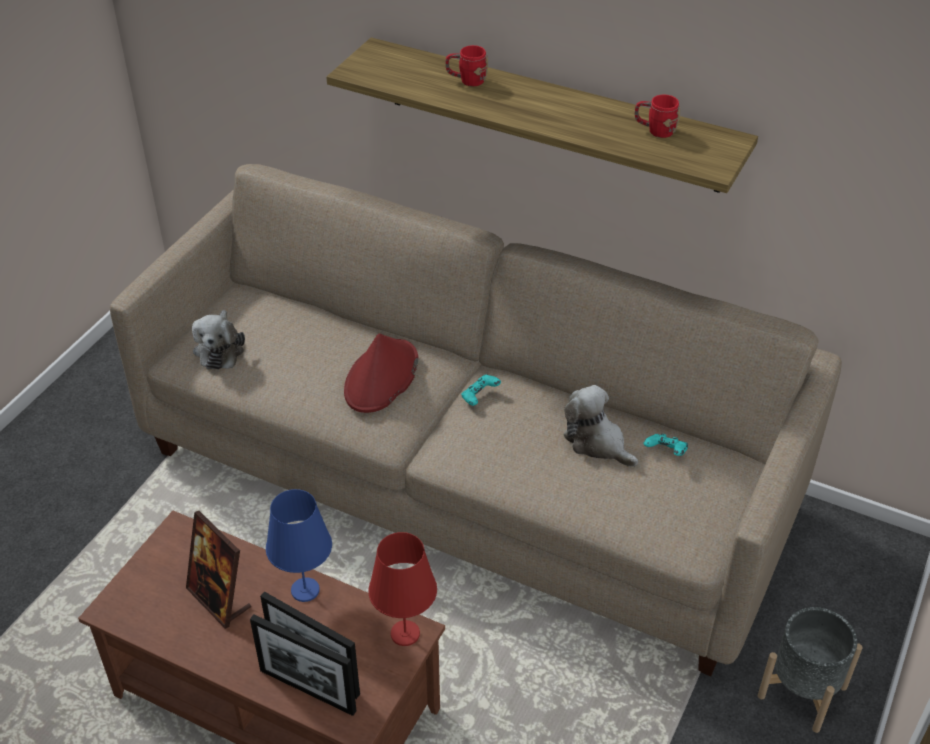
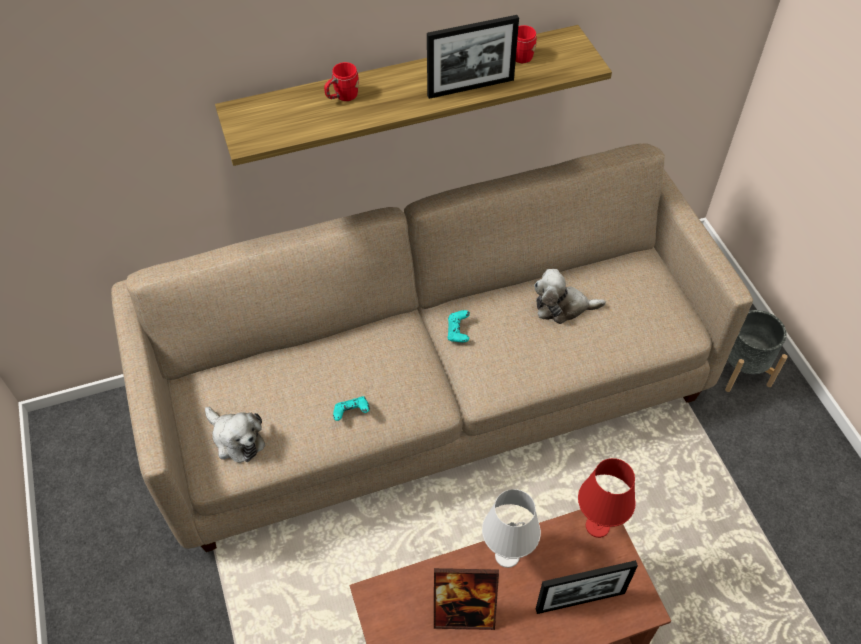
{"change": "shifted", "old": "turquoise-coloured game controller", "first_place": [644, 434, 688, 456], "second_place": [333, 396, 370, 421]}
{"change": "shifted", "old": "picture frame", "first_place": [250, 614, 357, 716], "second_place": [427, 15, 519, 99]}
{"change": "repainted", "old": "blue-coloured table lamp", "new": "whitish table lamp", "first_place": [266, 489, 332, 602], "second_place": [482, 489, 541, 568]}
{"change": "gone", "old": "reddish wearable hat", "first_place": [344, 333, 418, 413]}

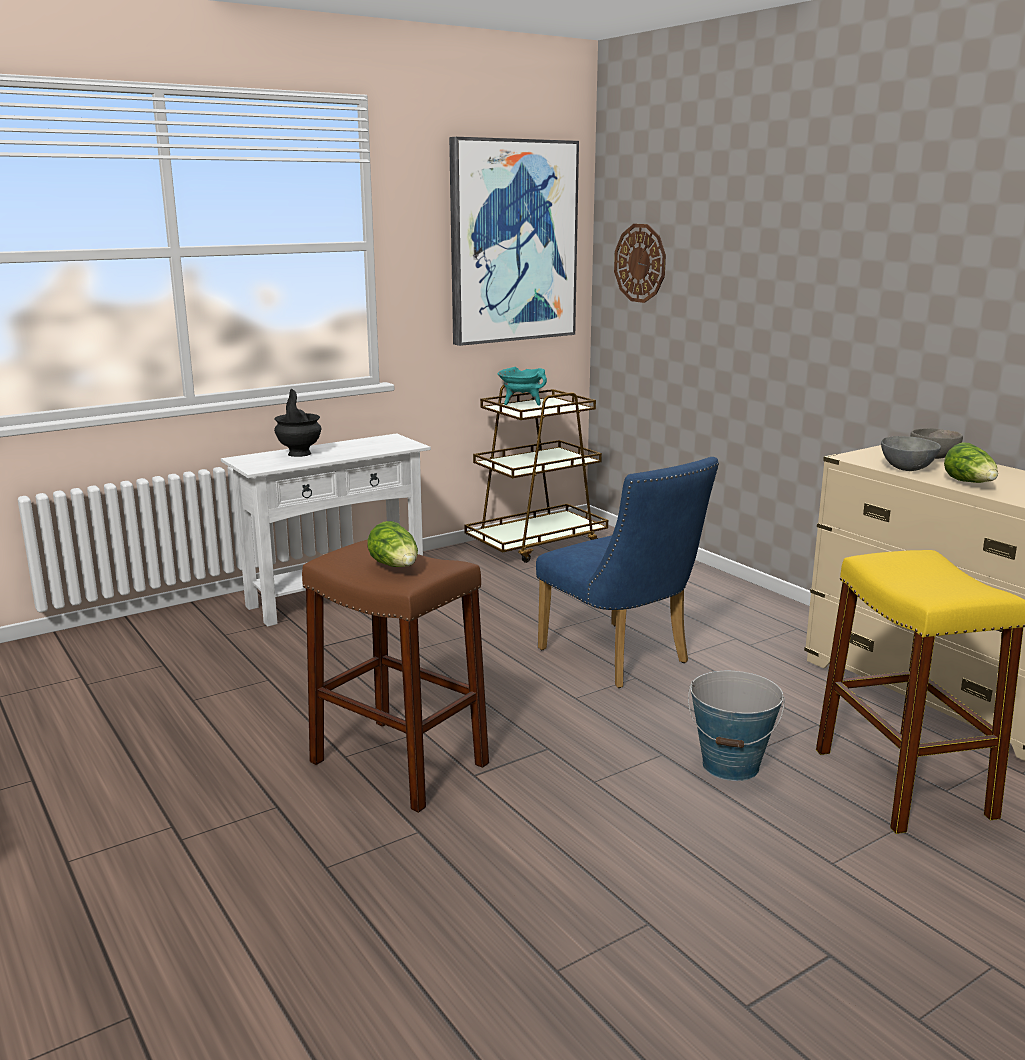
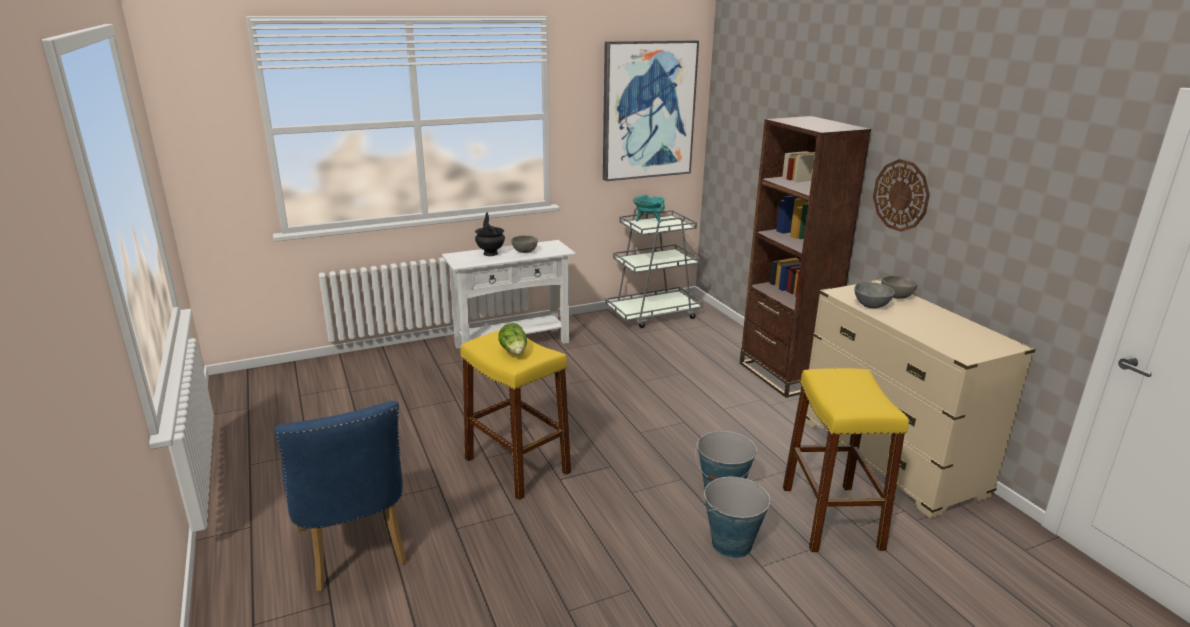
{"change": "shifted", "old": "blue-coloured chair", "first_place": [536, 457, 719, 688], "second_place": [274, 401, 407, 591]}
{"change": "repainted", "old": "brown-coloured stool", "new": "yellow-coloured stool", "first_place": [302, 539, 489, 813], "second_place": [461, 330, 571, 500]}
{"change": "new", "new": "greyish serving bowl", "second_place": [511, 236, 538, 253]}
{"change": "repainted", "old": "brown-coloured cart", "new": "greyish cart", "first_place": [464, 385, 608, 563], "second_place": [605, 207, 703, 328]}
{"change": "new", "new": "pail", "second_place": [702, 477, 770, 558]}
{"change": "new", "new": "brown-coloured shelving unit", "second_place": [740, 116, 871, 398]}
{"change": "shifted", "old": "clock on the wall", "first_place": [614, 224, 666, 303], "second_place": [873, 159, 930, 232]}
{"change": "gone", "old": "lettuce", "first_place": [944, 443, 998, 483]}

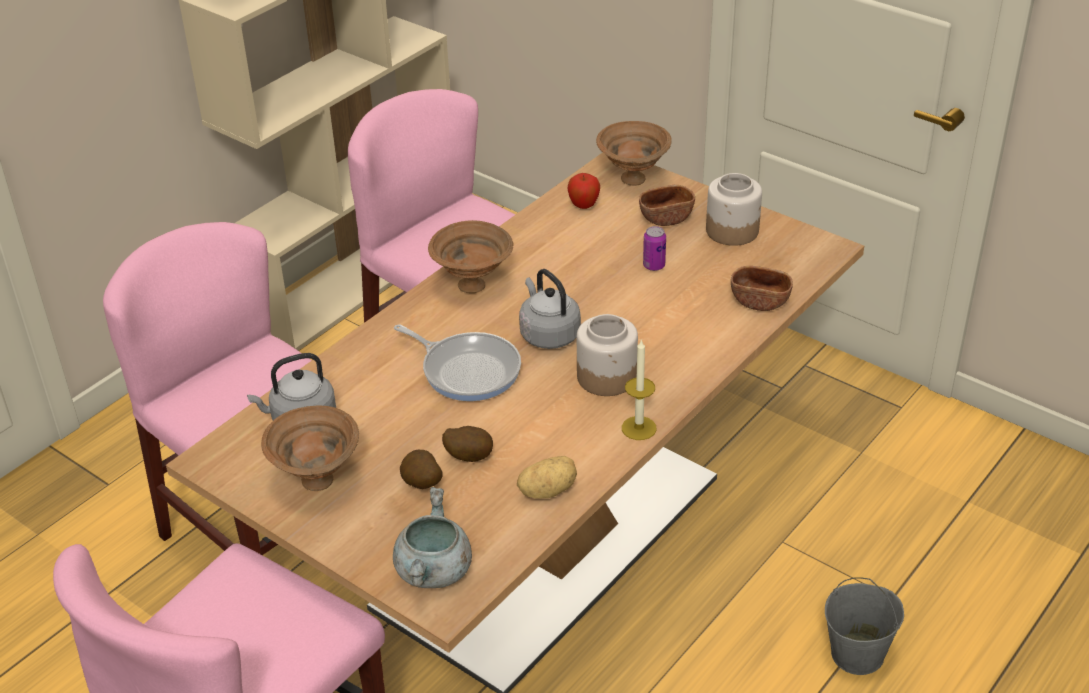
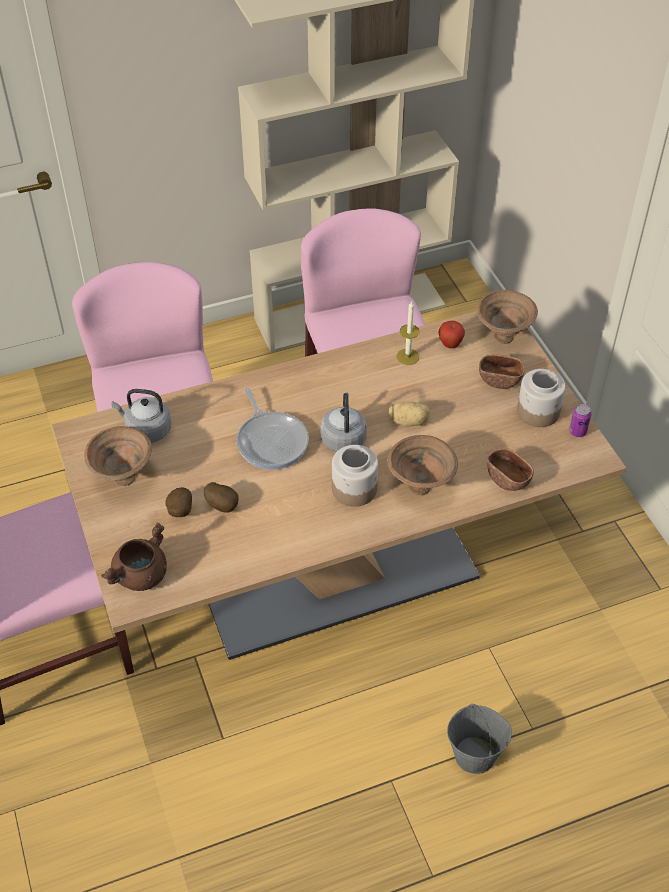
{"change": "repainted", "old": "greyish cooking pot", "new": "brown-coloured cooking pot", "first_place": [393, 487, 472, 588], "second_place": [101, 522, 167, 591]}
{"change": "shifted", "old": "brown-coloured serving bowl", "first_place": [428, 220, 514, 293], "second_place": [387, 435, 458, 495]}
{"change": "shifted", "old": "potato", "first_place": [517, 456, 577, 498], "second_place": [389, 402, 430, 427]}
{"change": "shifted", "old": "wax candle", "first_place": [622, 339, 657, 440], "second_place": [396, 301, 420, 365]}
{"change": "shifted", "old": "can", "first_place": [643, 226, 666, 271], "second_place": [569, 404, 591, 437]}

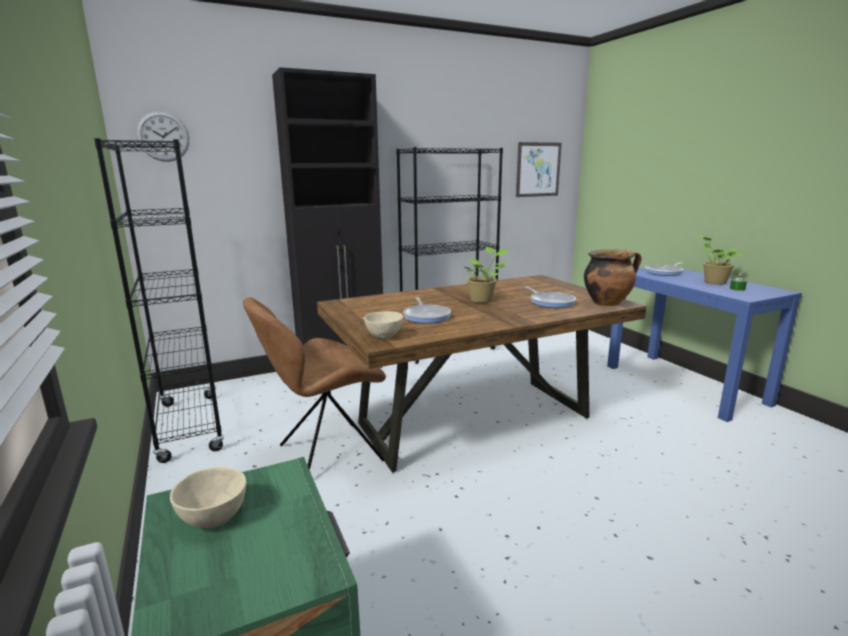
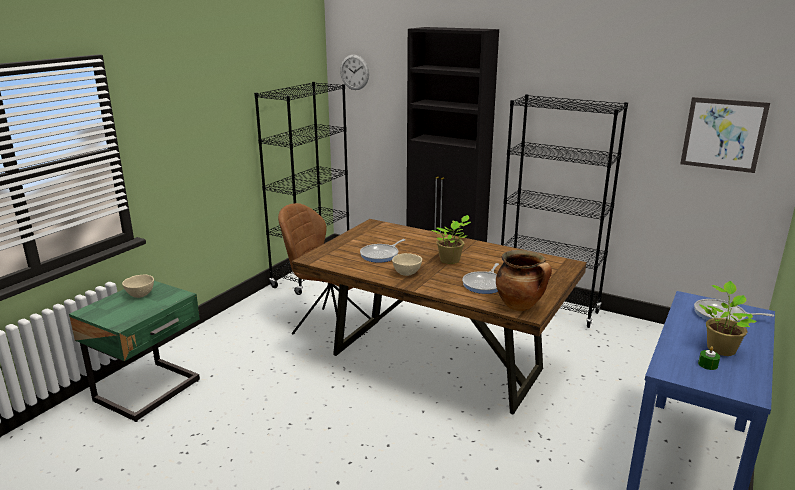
{"change": "shifted", "old": "sand-coloured serving bowl", "first_place": [364, 311, 403, 339], "second_place": [392, 253, 422, 276]}

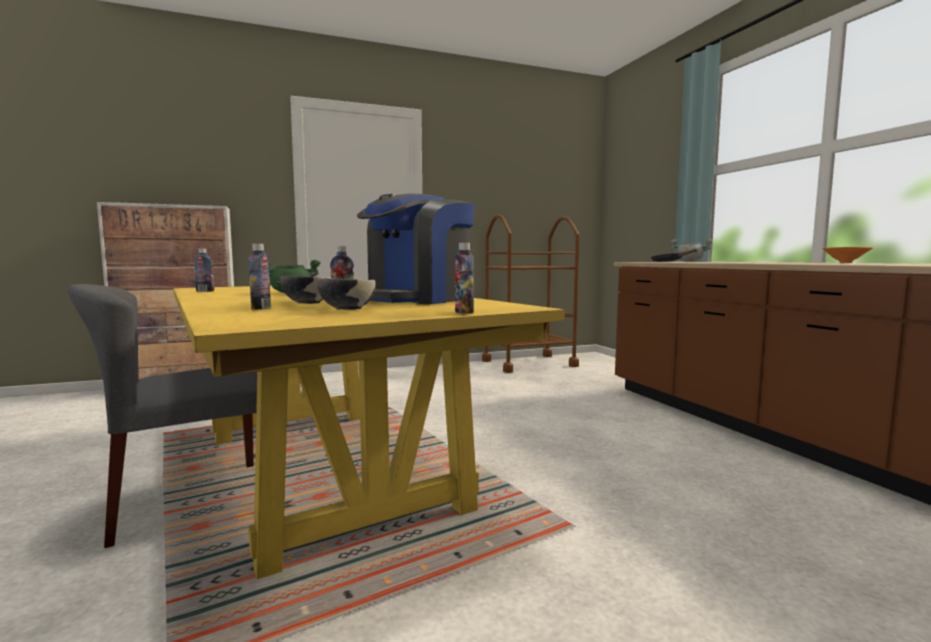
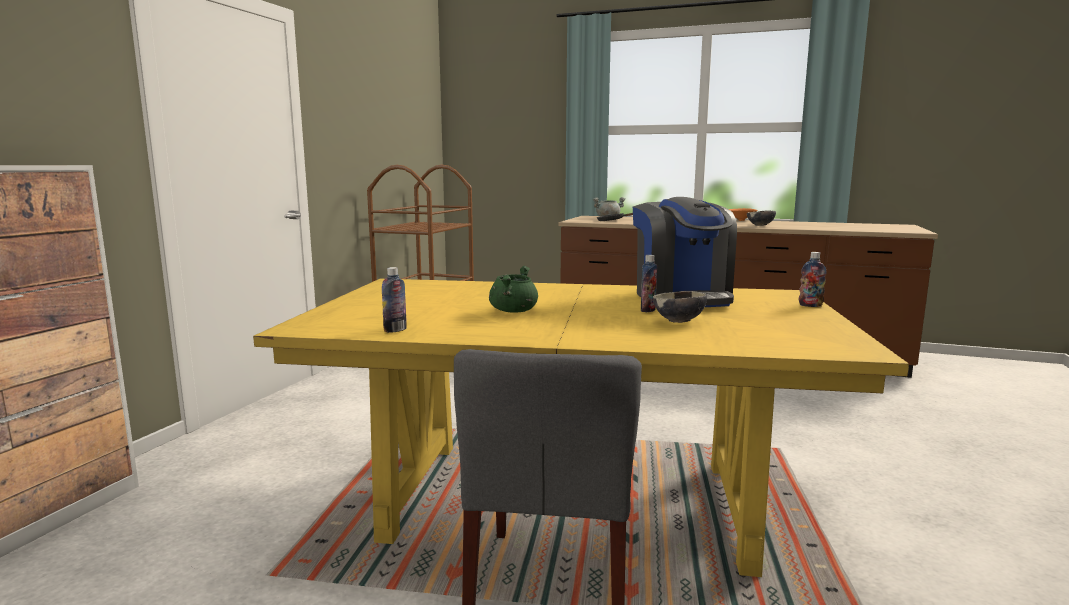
{"change": "shifted", "old": "serving bowl", "first_place": [317, 278, 376, 310], "second_place": [747, 211, 776, 226]}
{"change": "gone", "old": "drink bottle", "first_place": [249, 244, 271, 310]}

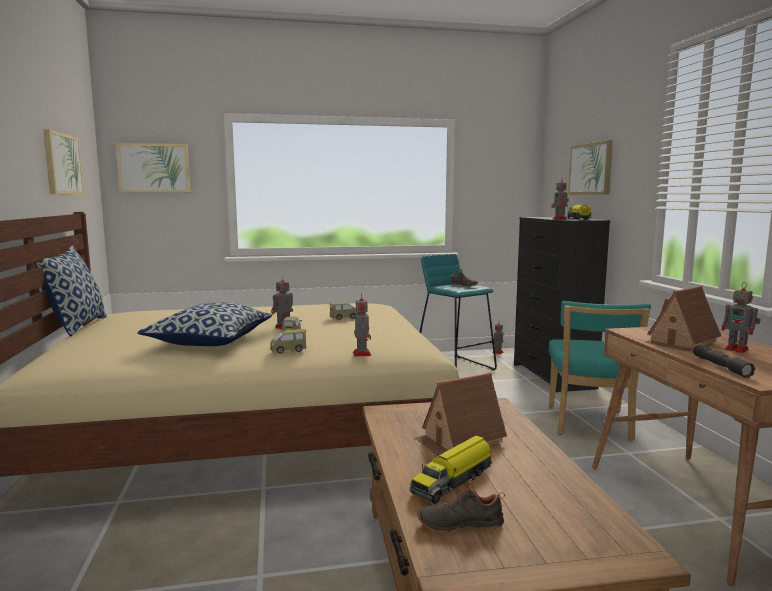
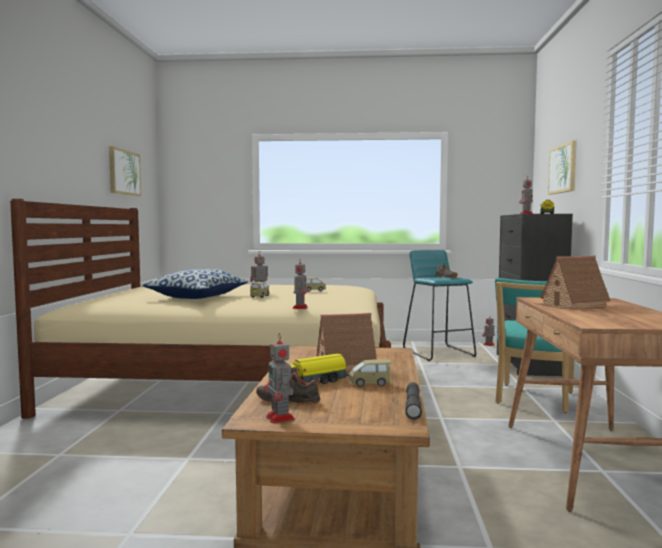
{"change": "shifted", "old": "model robot", "first_place": [722, 282, 761, 353], "second_place": [264, 333, 295, 423]}
{"change": "shifted", "old": "toy car", "first_place": [270, 329, 307, 354], "second_place": [349, 360, 391, 387]}
{"change": "shifted", "old": "greyish flashlight", "first_place": [693, 345, 755, 378], "second_place": [405, 382, 422, 420]}
{"change": "gone", "old": "cushion", "first_place": [36, 245, 107, 337]}
{"change": "gone", "old": "picture", "first_place": [115, 143, 191, 193]}

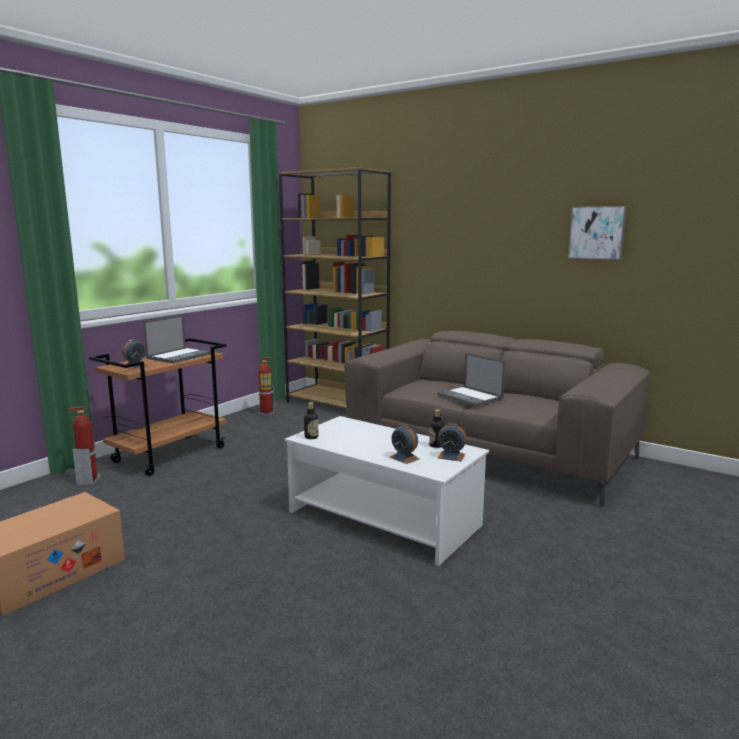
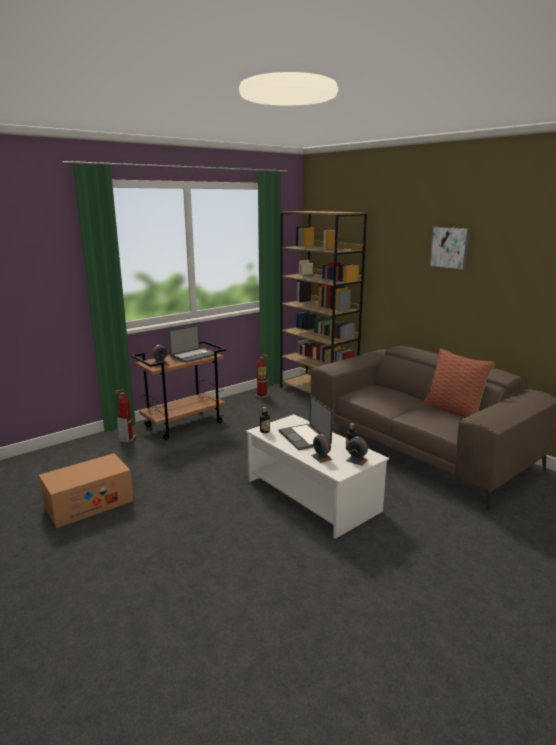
{"change": "shifted", "old": "laptop", "first_place": [437, 353, 505, 406], "second_place": [279, 395, 333, 450]}
{"change": "new", "new": "cushion", "second_place": [423, 349, 495, 417]}
{"change": "shifted", "old": "picture", "first_place": [568, 206, 626, 260], "second_place": [429, 227, 470, 270]}

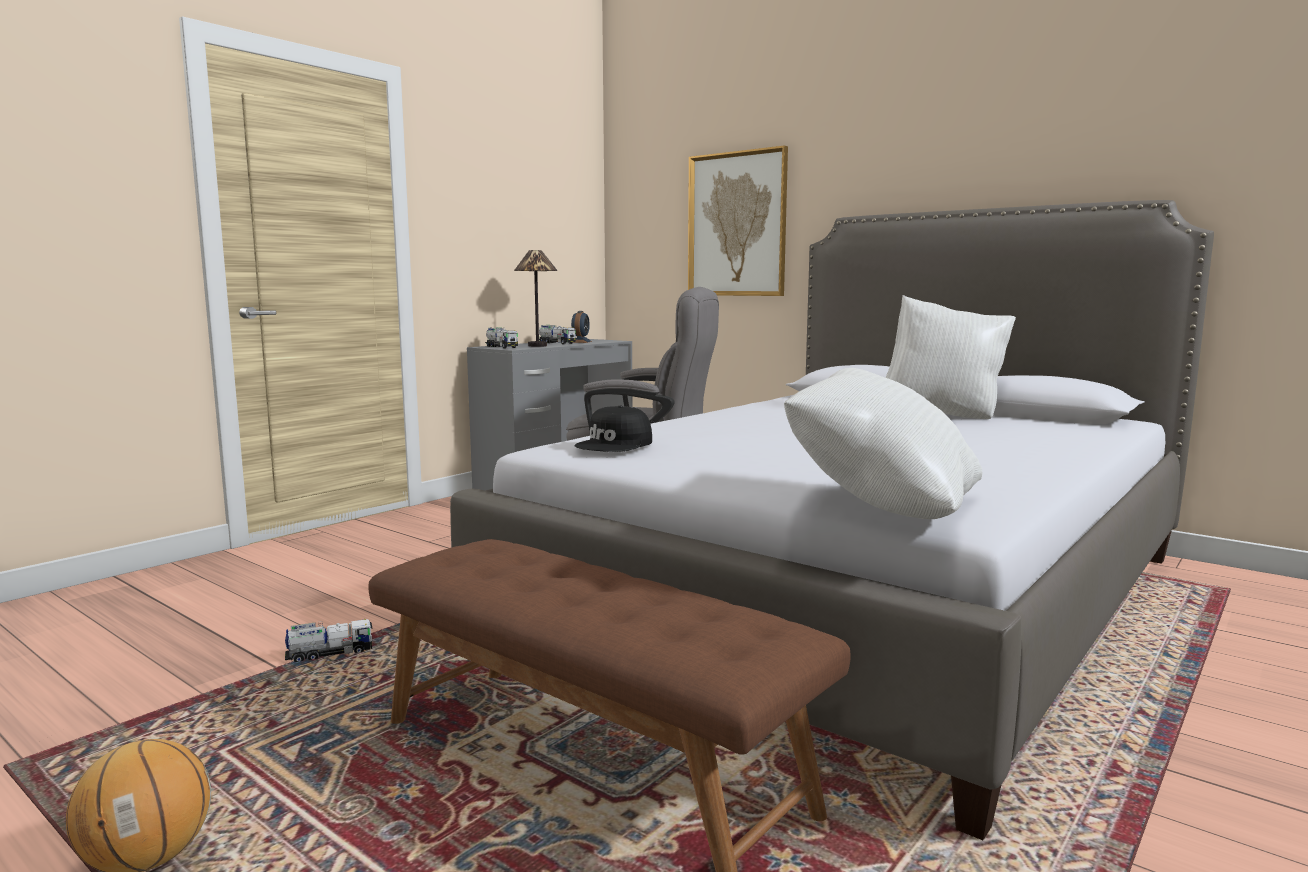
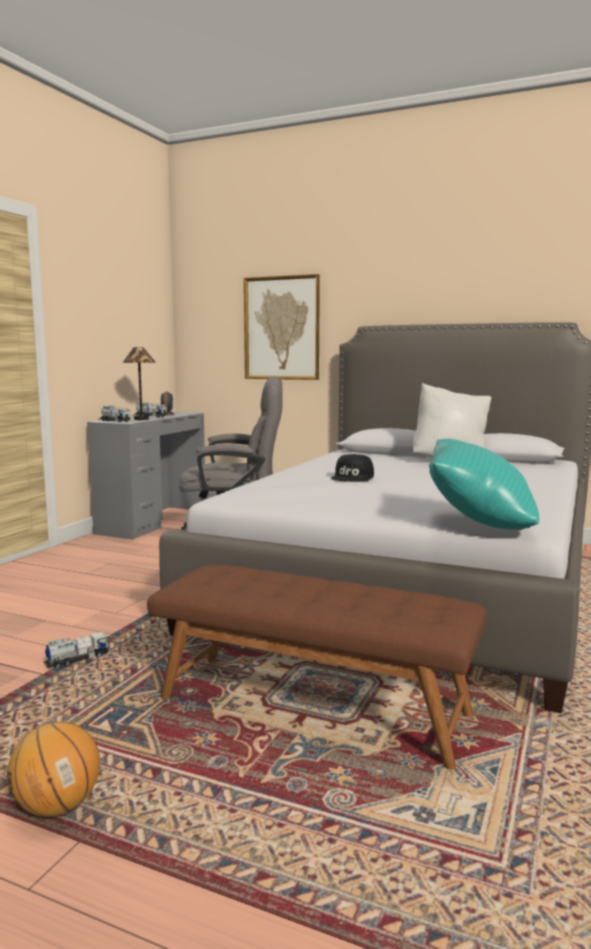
{"change": "shifted", "old": "blackish baseball cap", "first_place": [575, 406, 652, 452], "second_place": [331, 454, 374, 482]}
{"change": "repainted", "old": "whitish cushion", "new": "turquoise-coloured cushion", "first_place": [784, 368, 982, 519], "second_place": [429, 439, 539, 530]}

